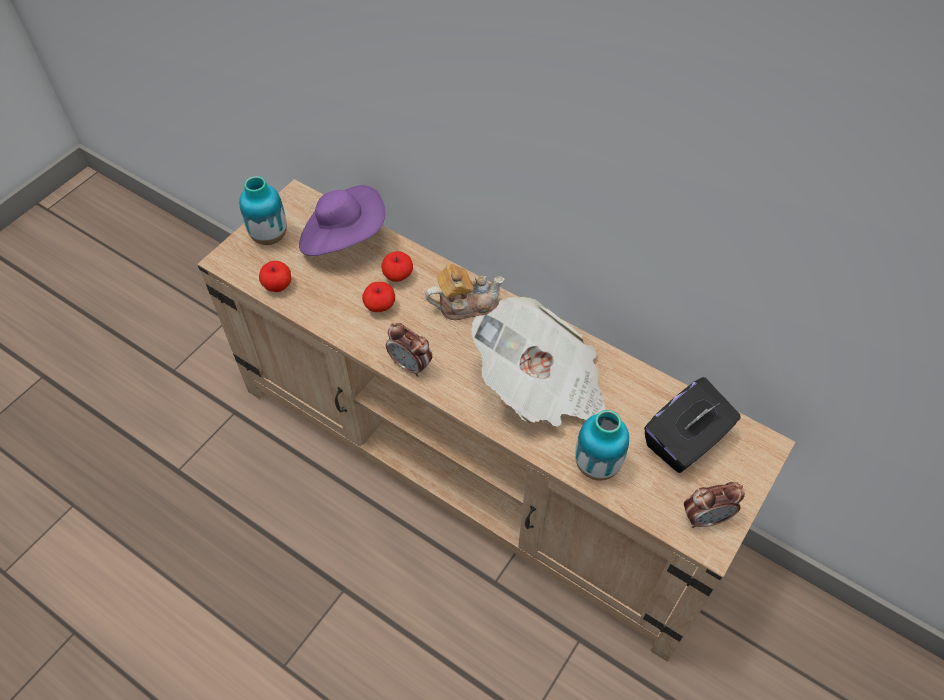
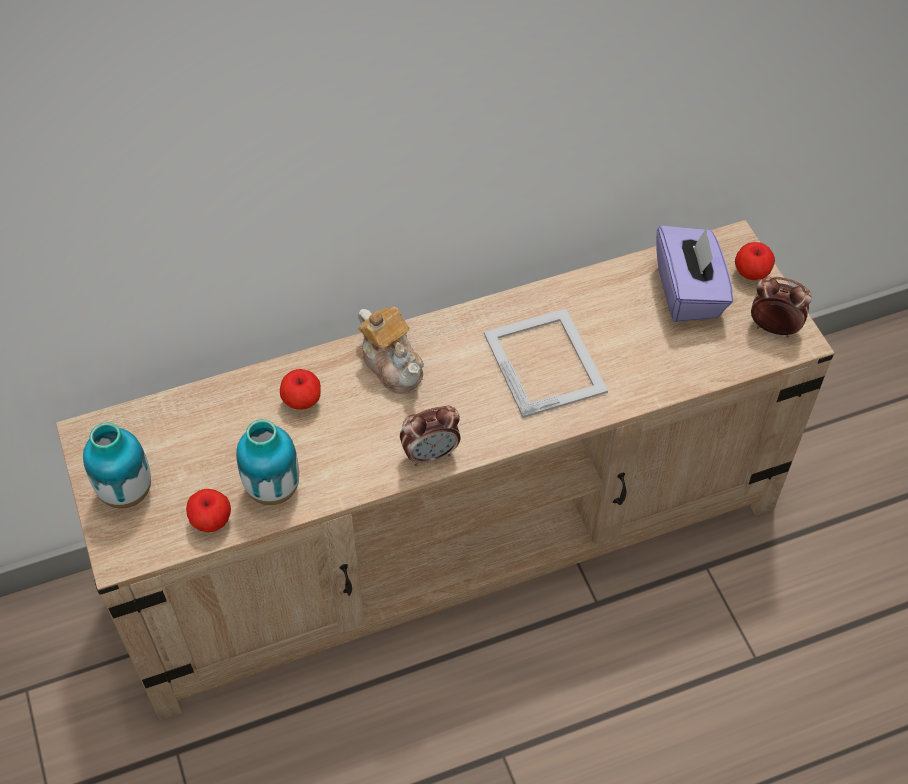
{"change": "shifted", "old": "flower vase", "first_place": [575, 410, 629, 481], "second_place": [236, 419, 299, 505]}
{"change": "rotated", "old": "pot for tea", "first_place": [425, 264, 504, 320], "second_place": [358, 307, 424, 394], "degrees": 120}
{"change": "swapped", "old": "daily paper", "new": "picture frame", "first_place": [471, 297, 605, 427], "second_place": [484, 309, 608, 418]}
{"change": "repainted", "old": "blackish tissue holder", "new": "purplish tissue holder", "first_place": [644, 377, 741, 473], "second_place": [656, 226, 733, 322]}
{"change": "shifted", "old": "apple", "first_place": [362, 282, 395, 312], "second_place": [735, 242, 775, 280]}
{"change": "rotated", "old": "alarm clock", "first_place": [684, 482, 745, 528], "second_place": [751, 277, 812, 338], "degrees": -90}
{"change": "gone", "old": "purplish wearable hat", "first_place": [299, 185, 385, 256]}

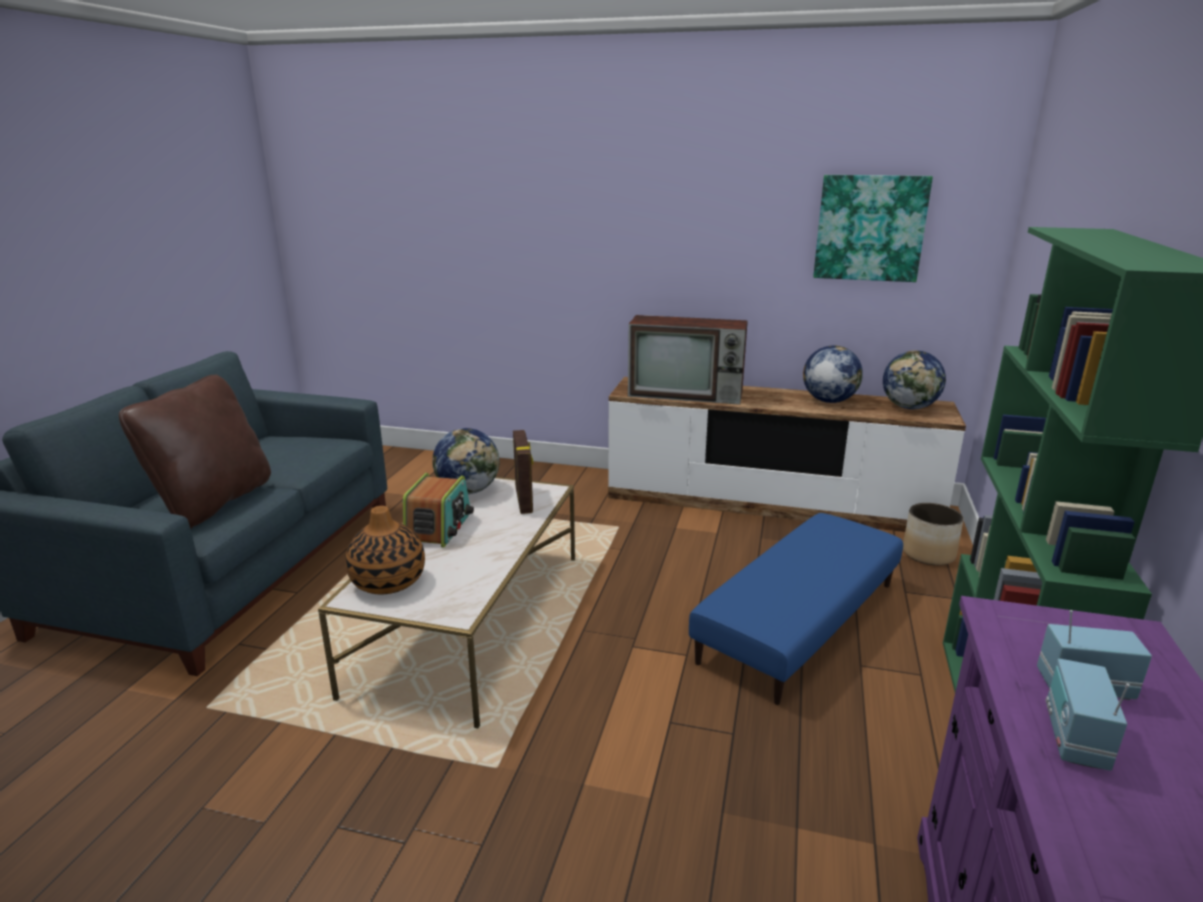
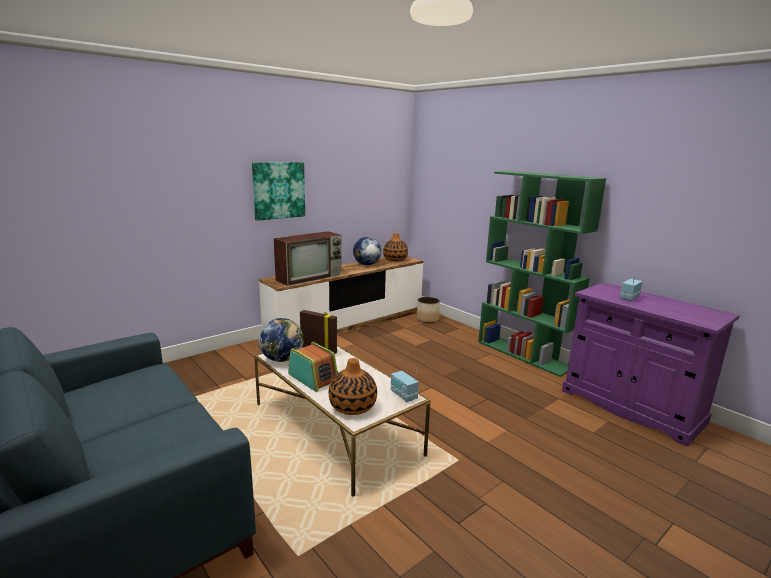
{"change": "shifted", "old": "picture", "first_place": [813, 175, 933, 282], "second_place": [252, 162, 305, 221]}
{"change": "swapped", "old": "globe", "new": "flower vase", "first_place": [883, 350, 946, 409], "second_place": [383, 233, 408, 261]}
{"change": "shifted", "old": "radio", "first_place": [1046, 659, 1130, 771], "second_place": [391, 370, 419, 402]}
{"change": "gone", "old": "brown-coloured cushion", "first_place": [119, 375, 271, 529]}
{"change": "gone", "old": "blue-coloured footrest", "first_place": [689, 513, 903, 705]}

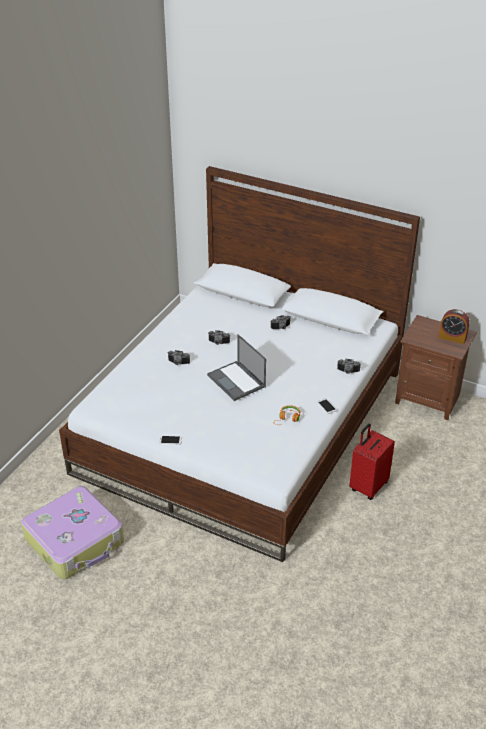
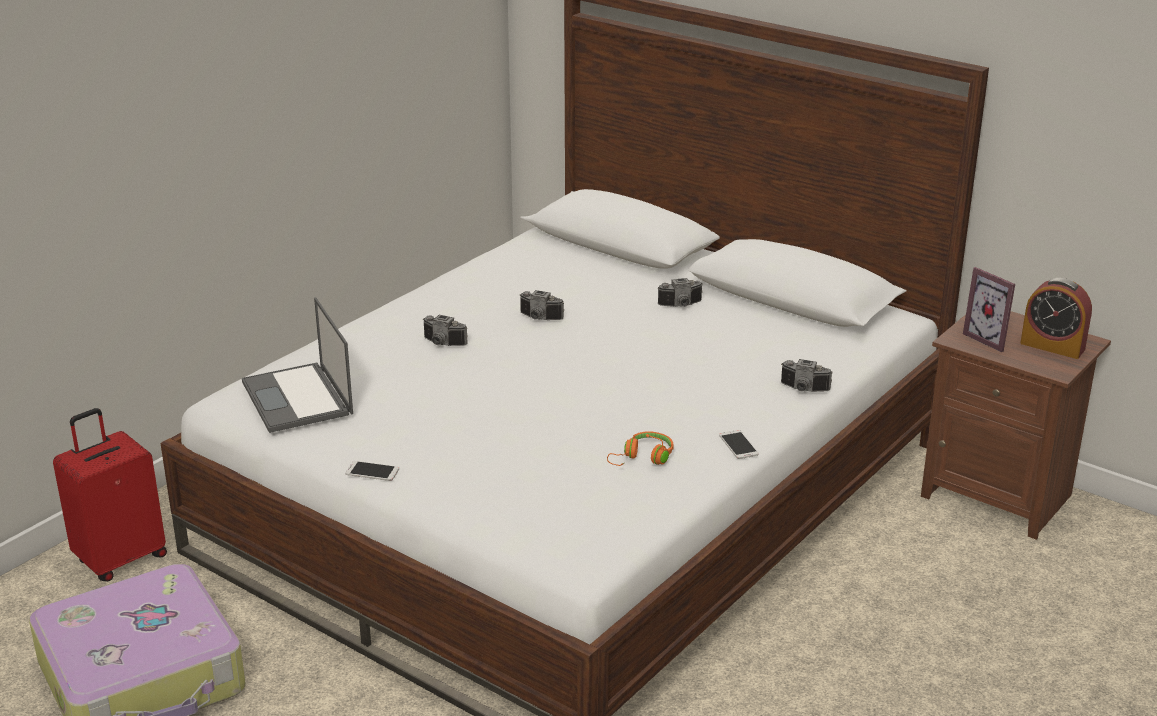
{"change": "shifted", "old": "reddish piece of luggage", "first_place": [349, 423, 395, 500], "second_place": [53, 408, 167, 581]}
{"change": "shifted", "old": "laptop", "first_place": [207, 334, 266, 401], "second_place": [242, 297, 353, 433]}
{"change": "new", "new": "picture frame", "second_place": [963, 267, 1015, 352]}

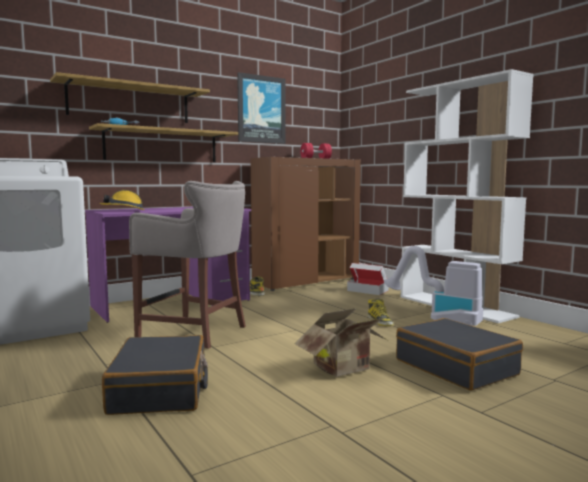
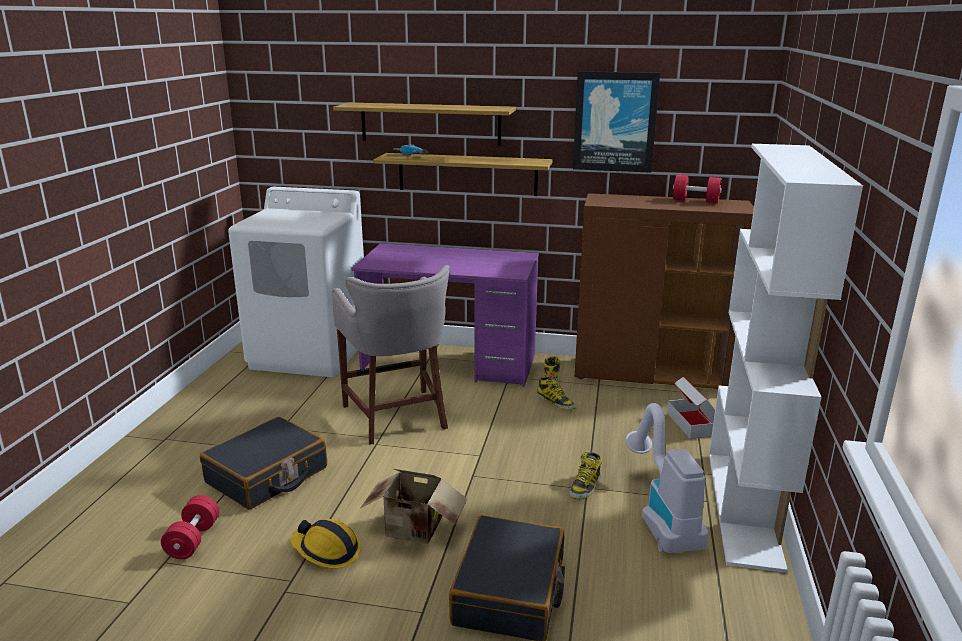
{"change": "new", "new": "reddish free weight", "second_place": [161, 495, 219, 559]}
{"change": "shifted", "old": "hard hat", "first_place": [100, 190, 145, 210], "second_place": [291, 519, 361, 569]}
{"change": "new", "new": "boot", "second_place": [537, 376, 576, 410]}

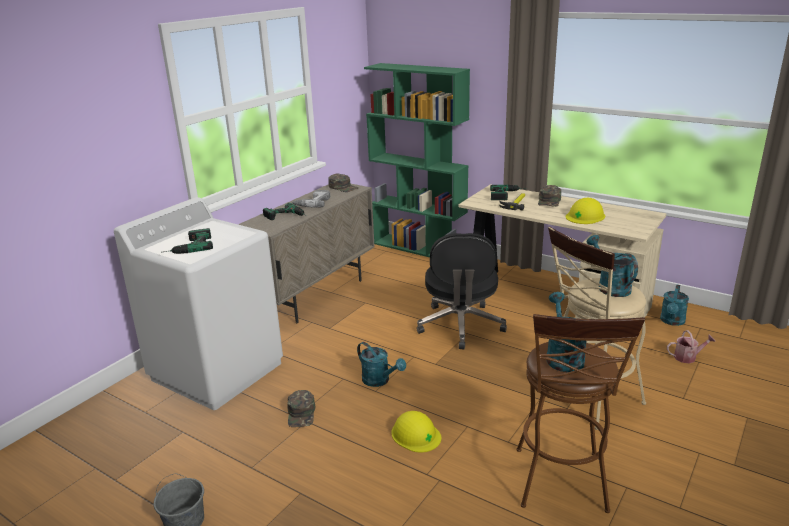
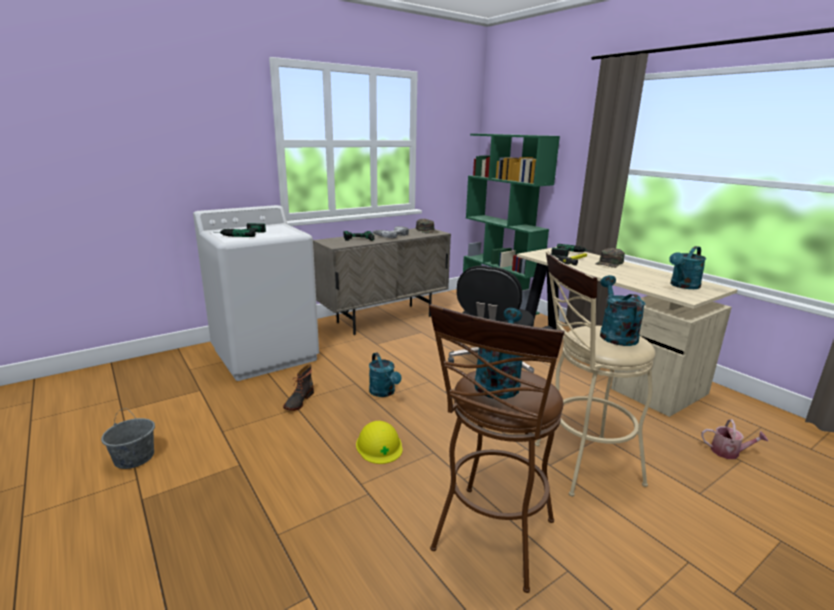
{"change": "swapped", "old": "green baseball cap", "new": "boot", "first_place": [287, 390, 315, 427], "second_place": [283, 365, 314, 411]}
{"change": "shifted", "old": "turquoise-coloured watering pot", "first_place": [660, 285, 689, 326], "second_place": [669, 246, 706, 289]}
{"change": "gone", "old": "yellow-coloured hard hat", "first_place": [566, 197, 605, 224]}

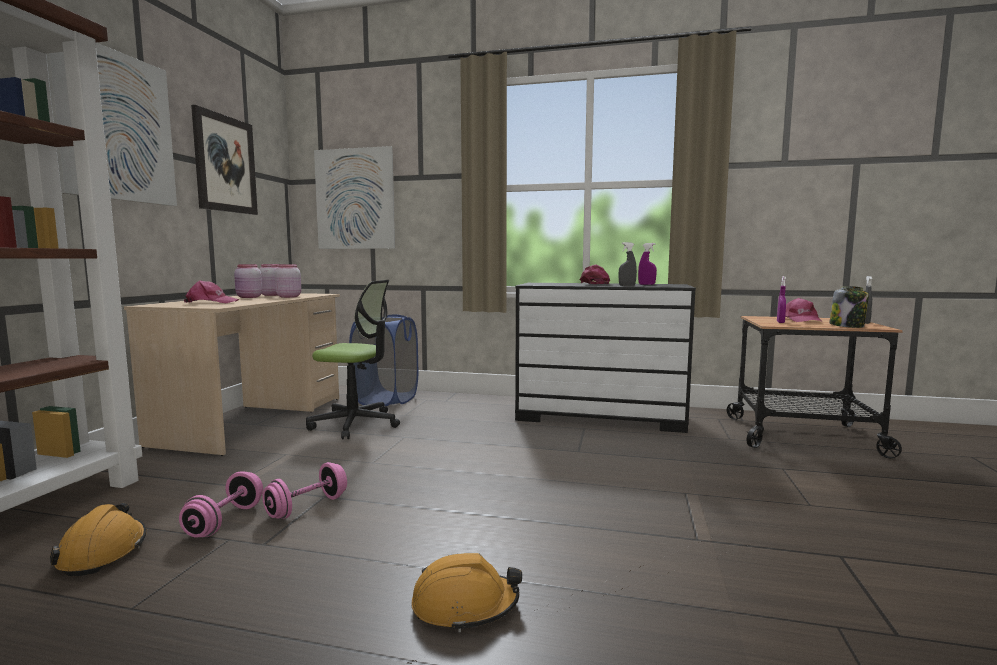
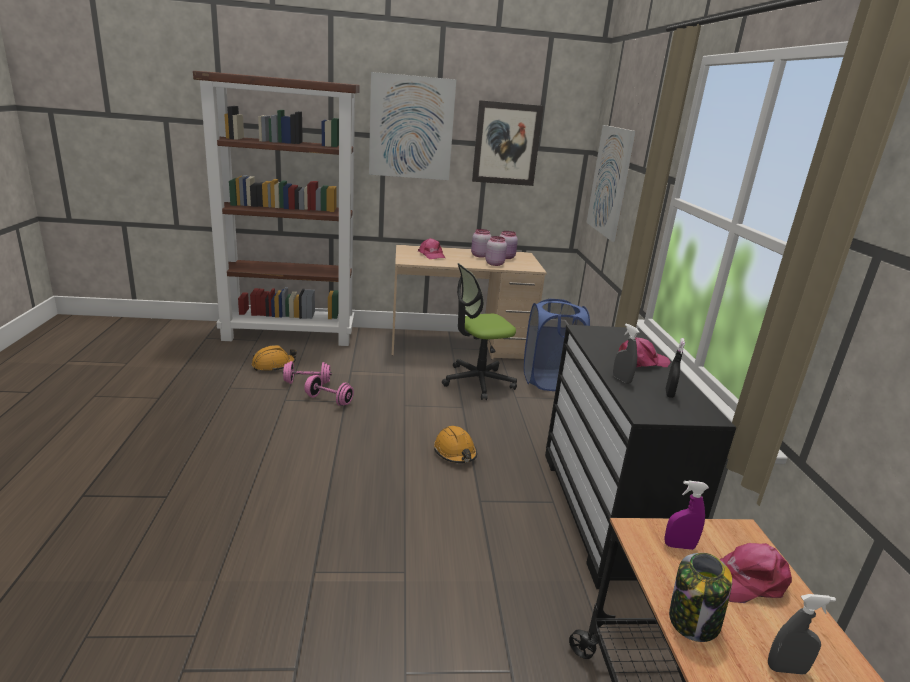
{"change": "shifted", "old": "orange-coloured hard hat", "first_place": [411, 553, 522, 632], "second_place": [434, 426, 477, 463]}
{"change": "rotated", "old": "desk chair", "first_place": [306, 280, 400, 439], "second_place": [442, 263, 517, 400], "degrees": 75}
{"change": "repainted", "old": "purplish hand sprayer", "new": "blackish hand sprayer", "first_place": [638, 243, 657, 285], "second_place": [666, 338, 685, 398]}

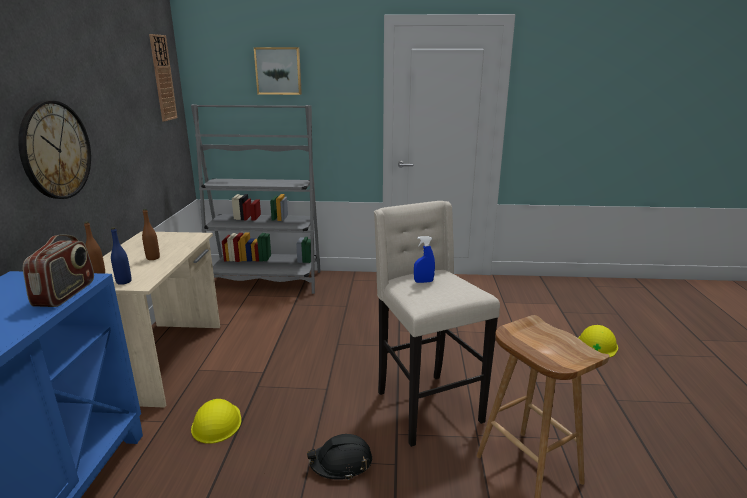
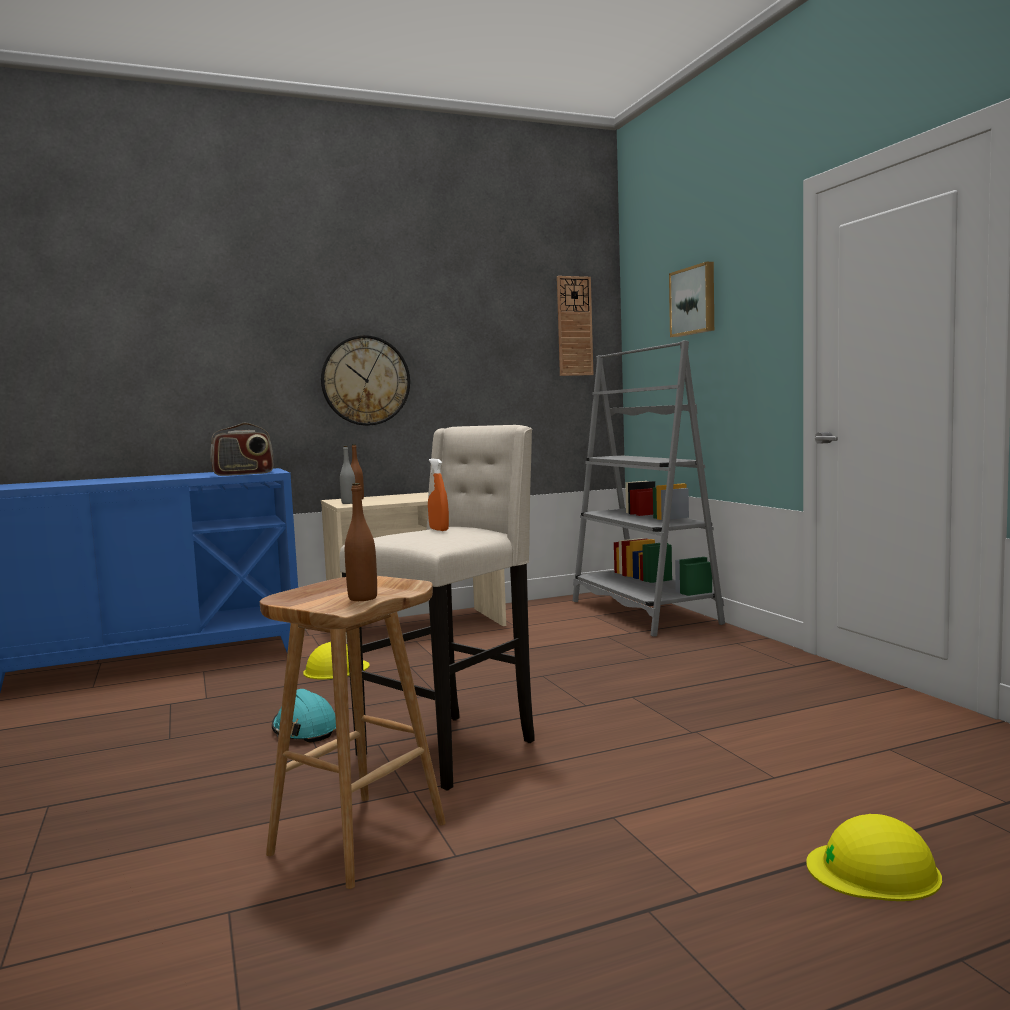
{"change": "repainted", "old": "blackish hard hat", "new": "turquoise-coloured hard hat", "first_place": [307, 434, 372, 480], "second_place": [272, 689, 336, 743]}
{"change": "repainted", "old": "blue-coloured drink bottle", "new": "greyish drink bottle", "first_place": [111, 227, 131, 285], "second_place": [340, 446, 355, 504]}
{"change": "shifted", "old": "brown-coloured drink bottle", "first_place": [142, 209, 160, 260], "second_place": [345, 483, 377, 601]}
{"change": "repainted", "old": "blue-coloured hand sprayer", "new": "orange-coloured hand sprayer", "first_place": [414, 236, 435, 283], "second_place": [428, 459, 449, 531]}

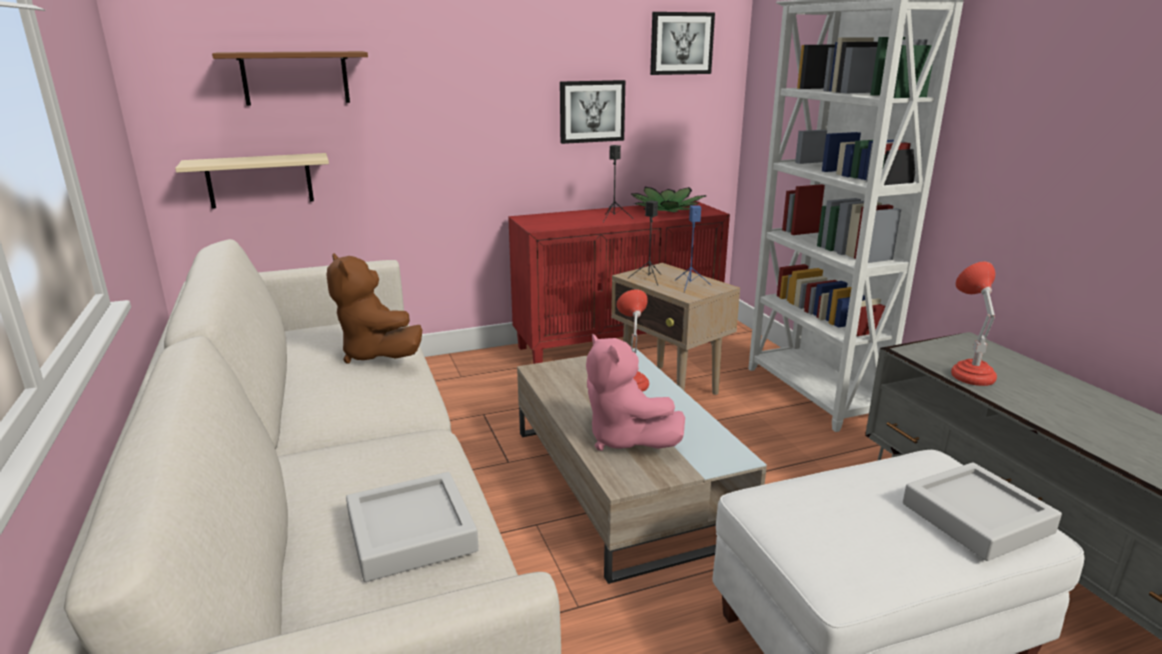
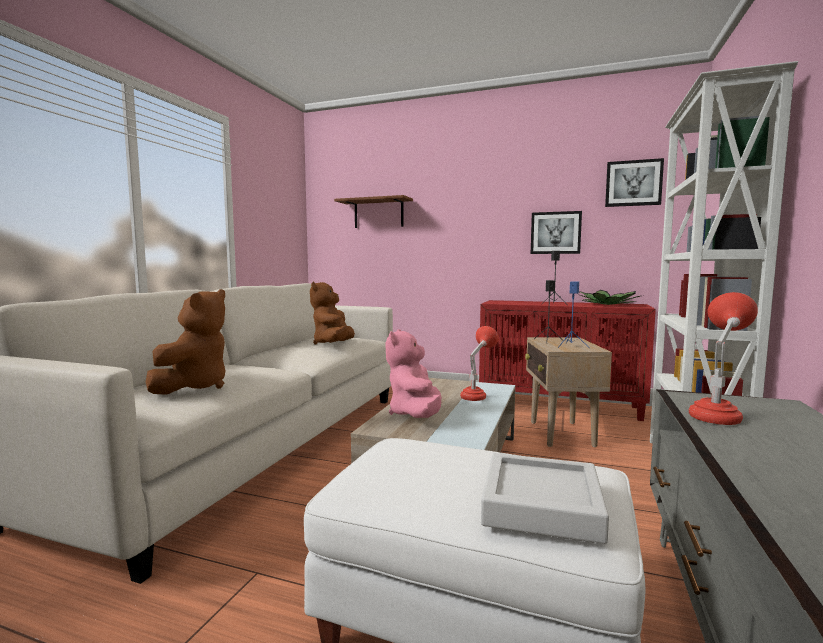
{"change": "swapped", "old": "greyish carrying tray", "new": "brown-coloured plush toy", "first_place": [346, 472, 479, 582], "second_place": [146, 289, 226, 395]}
{"change": "gone", "old": "sand-coloured wall shelf", "first_place": [175, 153, 329, 209]}

